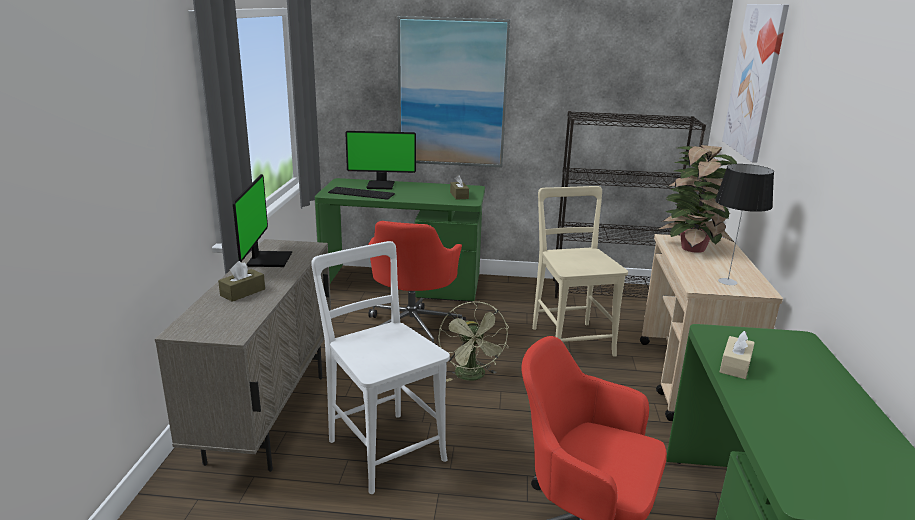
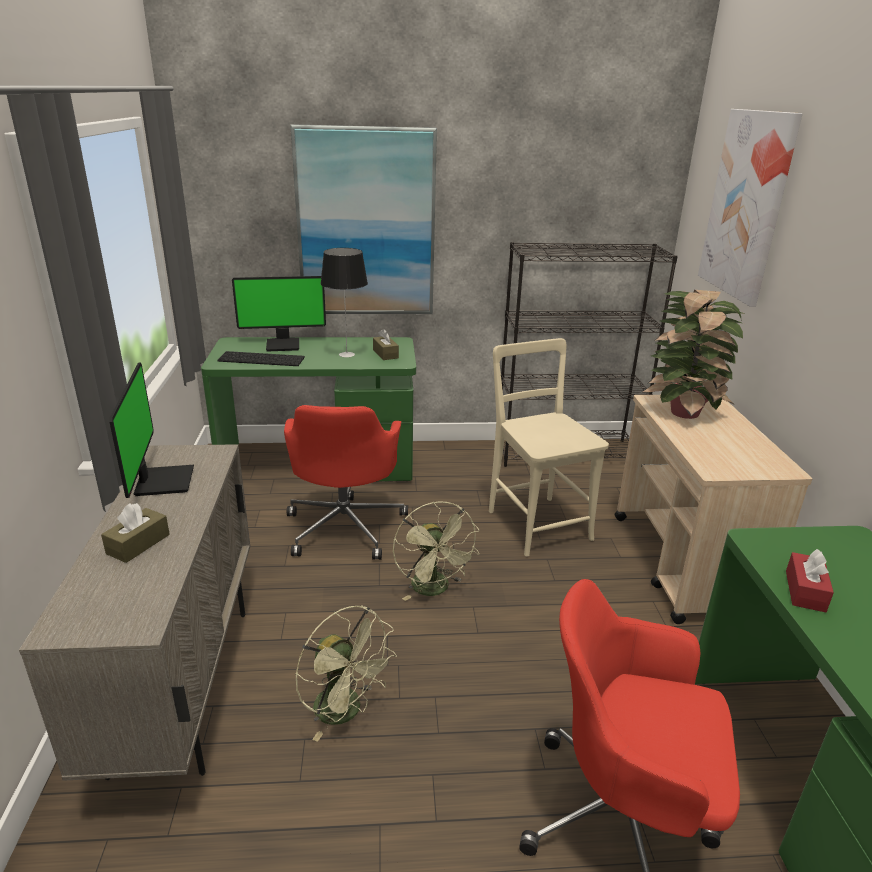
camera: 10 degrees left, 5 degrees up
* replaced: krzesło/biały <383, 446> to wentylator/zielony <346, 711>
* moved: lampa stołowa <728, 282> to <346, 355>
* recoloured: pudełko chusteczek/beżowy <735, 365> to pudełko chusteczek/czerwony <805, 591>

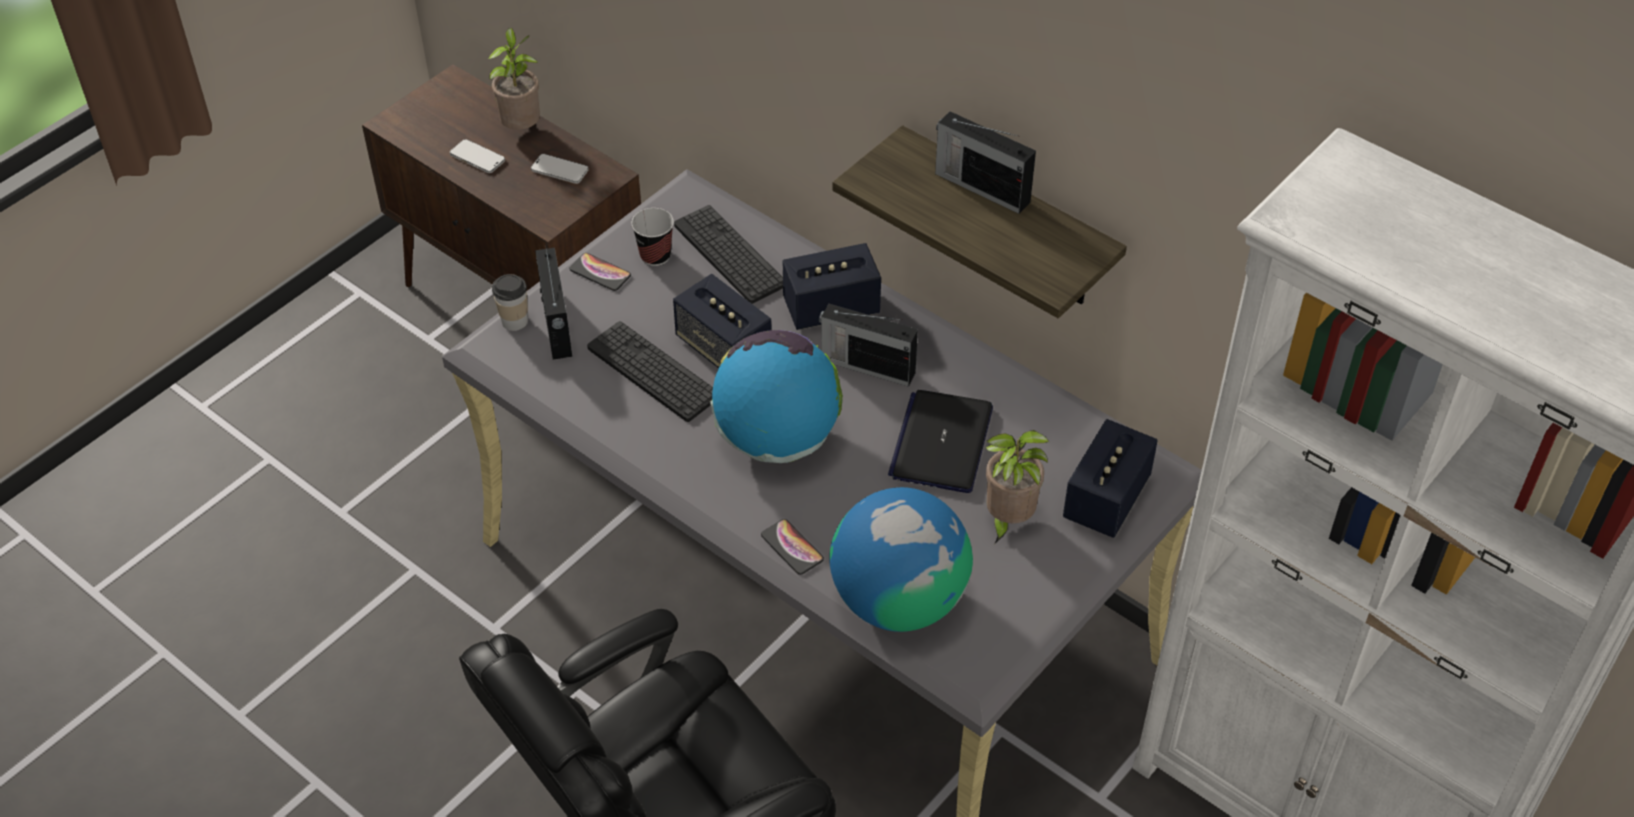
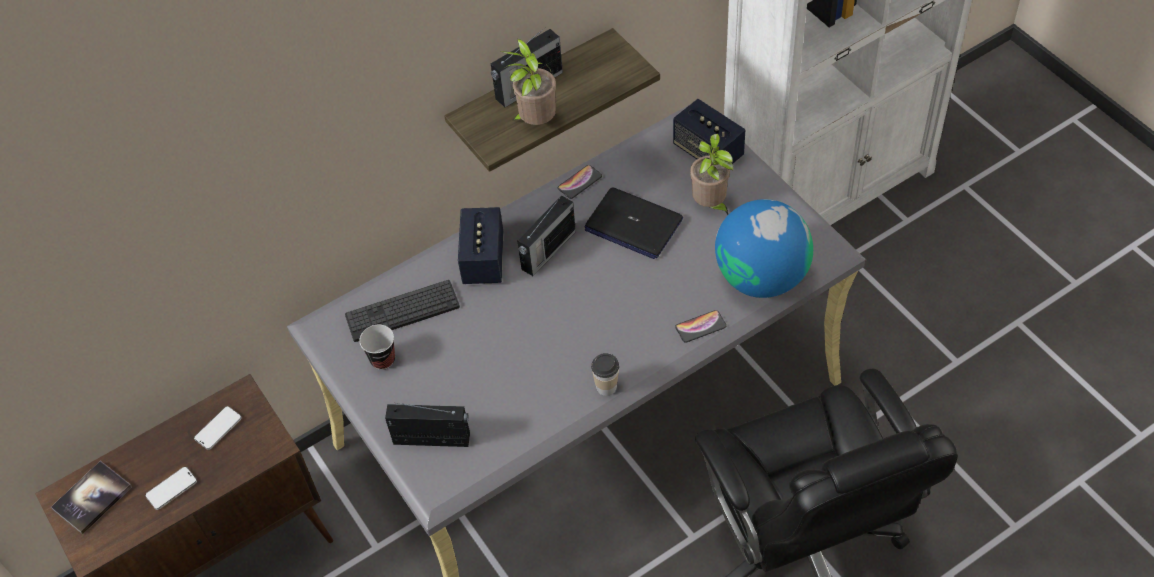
camera: 70 degrees left, 5 degrees up
* added: książka <92, 498>
* moved: roślina doniczkowa <522, 128> to <535, 122>
* moved: telefon <600, 273> to <579, 182>
* moved: filiżanka <514, 321> to <606, 386>
* removed: klawiatura <653, 372>
* removed: głośnik <723, 348>
* removed: globus <777, 438>

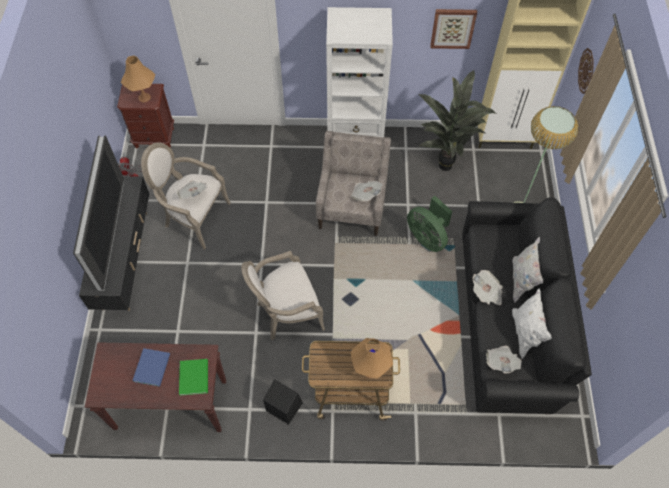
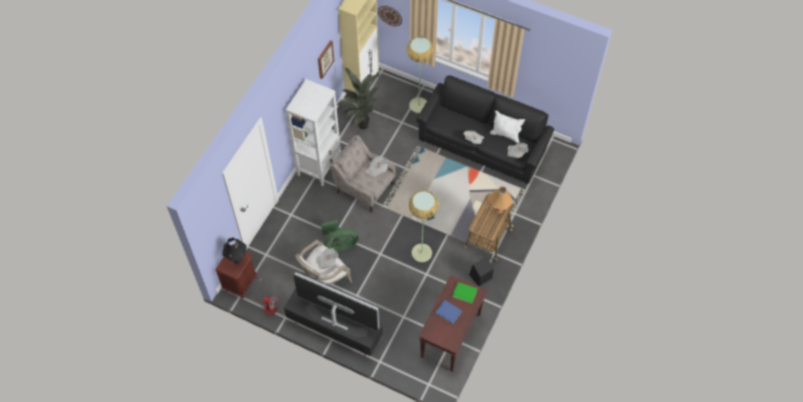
camera: 65 degrees left, 0 degrees up
* recoloured: lampa stołowa/pomarańczowy <144, 97> to lampa stołowa/czarny <237, 259>
* moved: wentylator/zielony <427, 237> to <339, 244>
* replaced: fotel <286, 313> to lampa stojąca <421, 253>
* removed: poduszka/biały <521, 280>

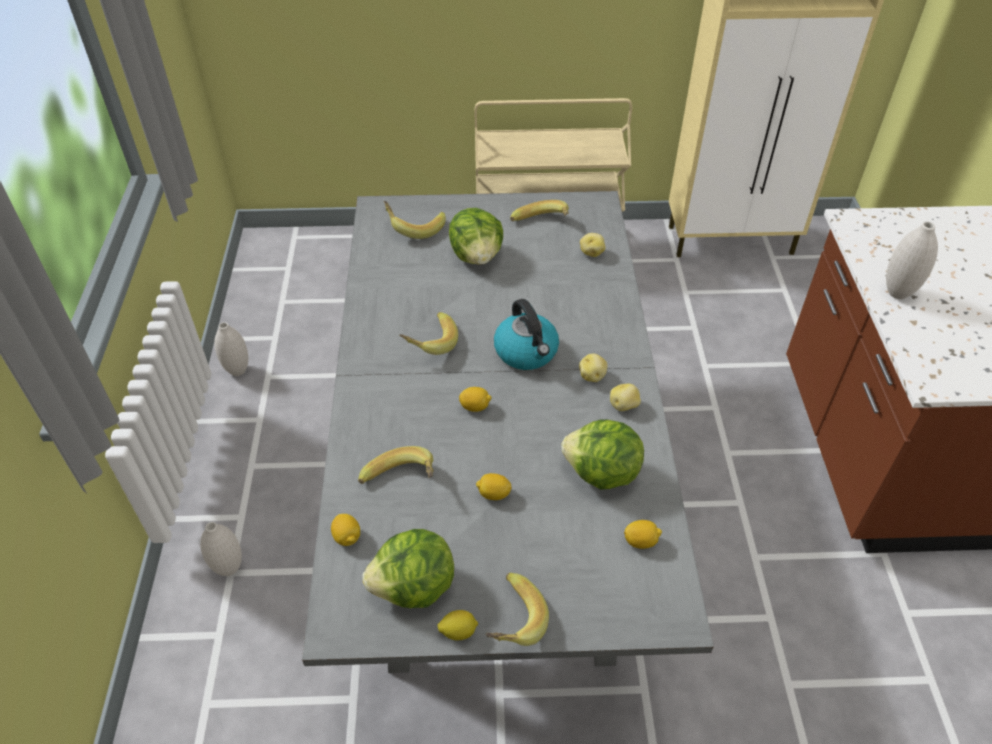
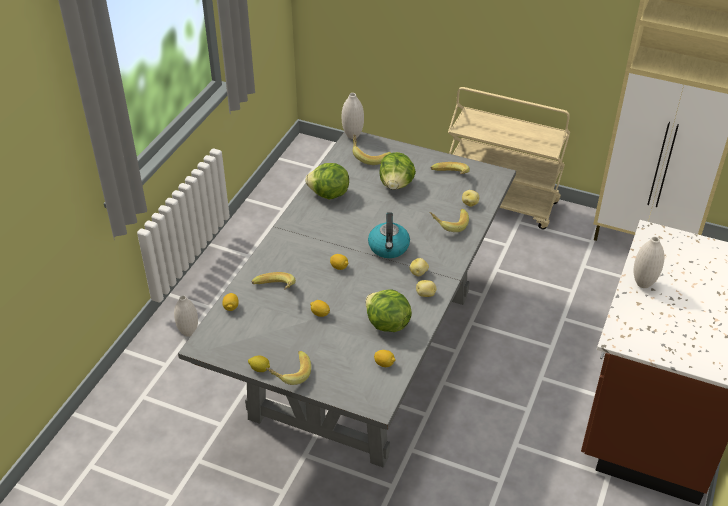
camera: 25 degrees right, 5 degrees down
* moved: sałata <414, 588> to <329, 194>
* moved: wazon/biały <238, 371> to <353, 136>
* moved: banan <429, 343> to <448, 224>

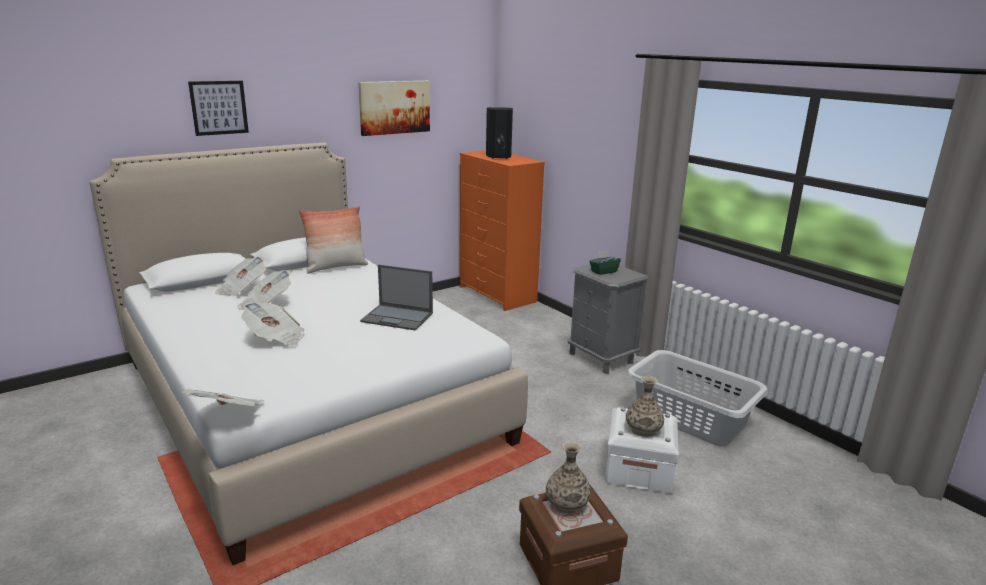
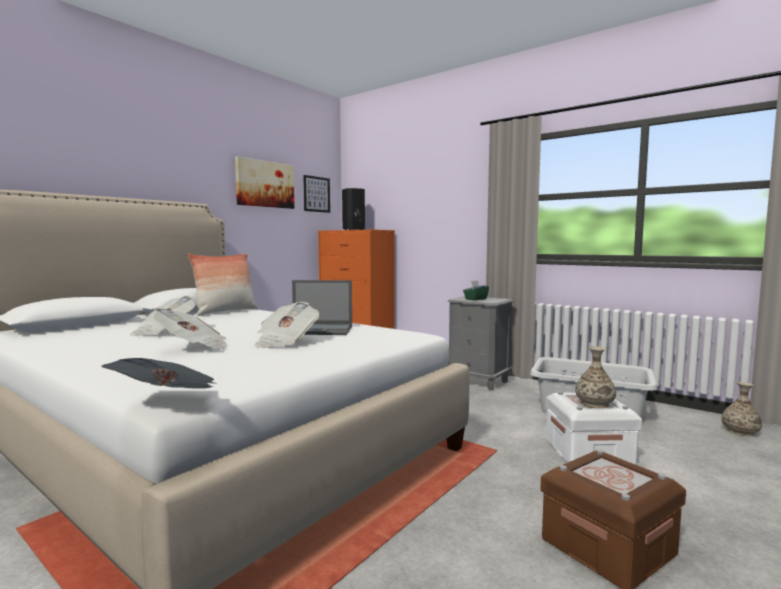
camera: 15 degrees left, 15 degrees down
* moved: gazeta <242, 289> to <285, 342>
* moved: obraz <219, 107> to <316, 194>
* moved: wazon <567, 503> to <740, 431>

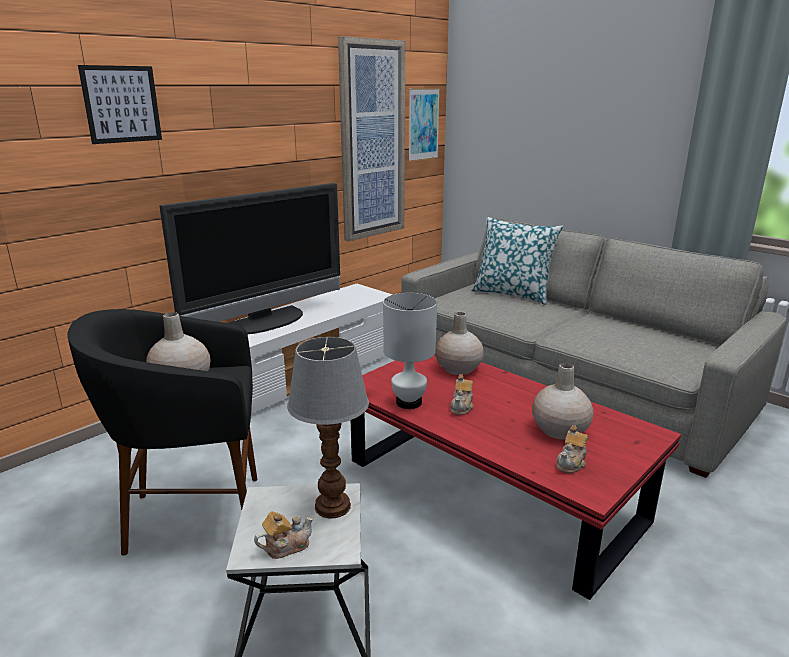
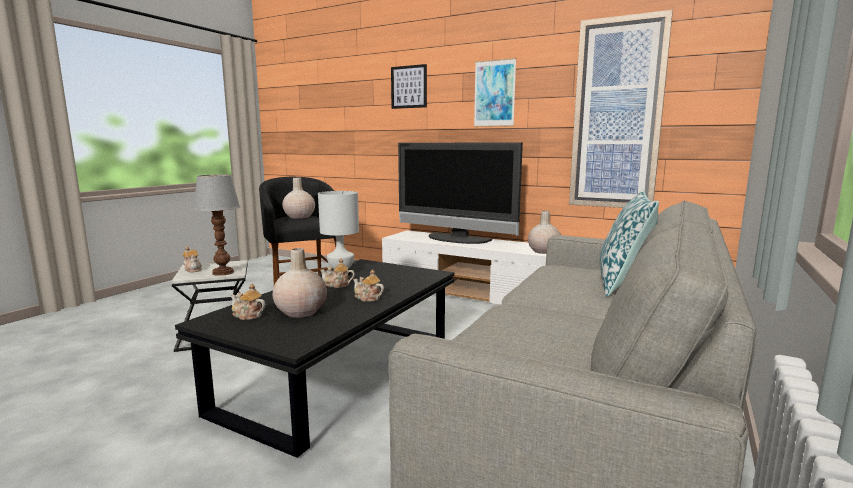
camera: 75 degrees right, 10 degrees down
* recoloured: ława/czerwony <491, 492> to ława/czarny <340, 374>
* added: imbryk <367, 298>
* moved: obraz <423, 124> to <494, 93>
* moved: wazon/beżowy <458, 369> to <543, 251>

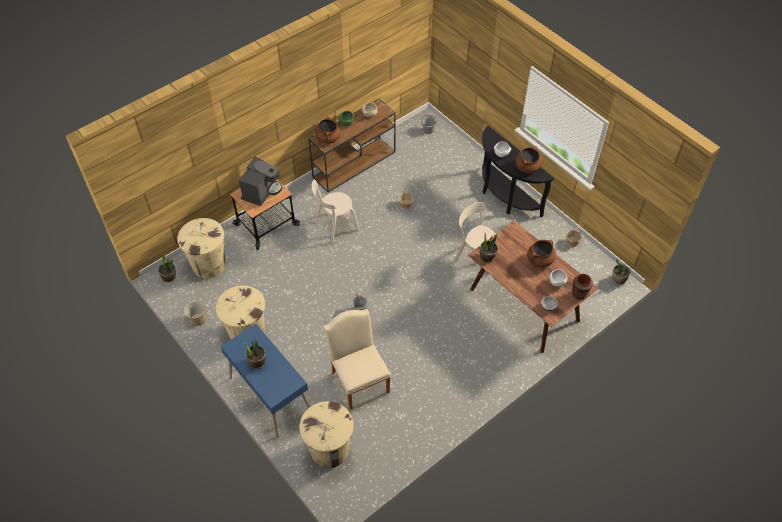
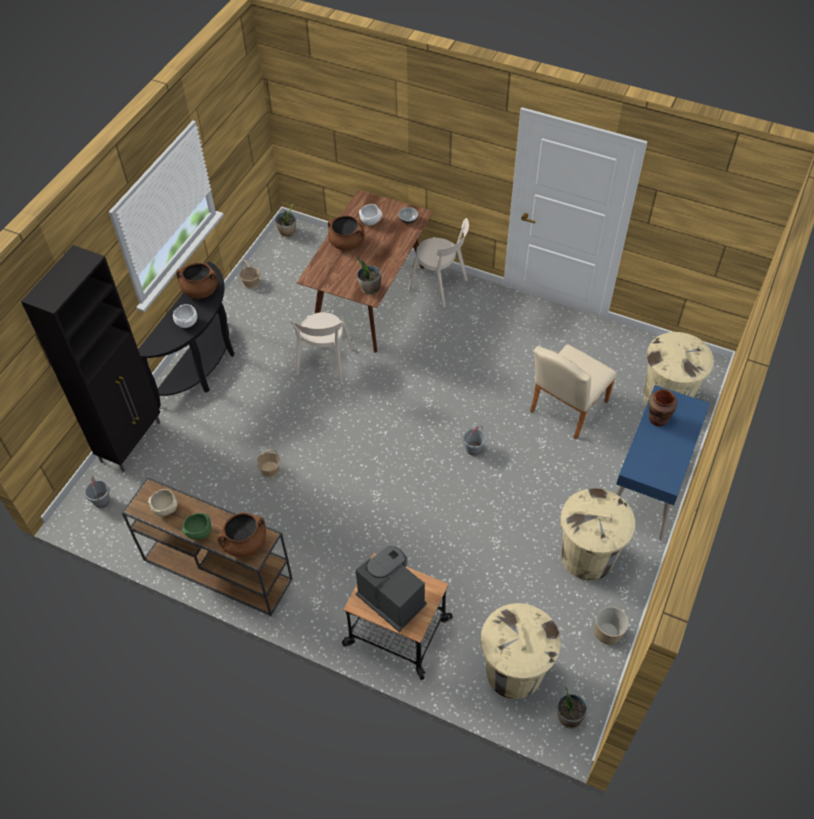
camera: 115 degrees left, 0 degrees up
* added: szafka/czarny <132, 441>
* turned: ekspres do kawy <261, 191> = <391, 598> 45 degrees clockwise
* moved: krzesło/beżowy <335, 227> to <440, 286>
* moved: wazon/brązowy <579, 294> to <657, 419>
* removed: roślina doniczkowa <257, 362>

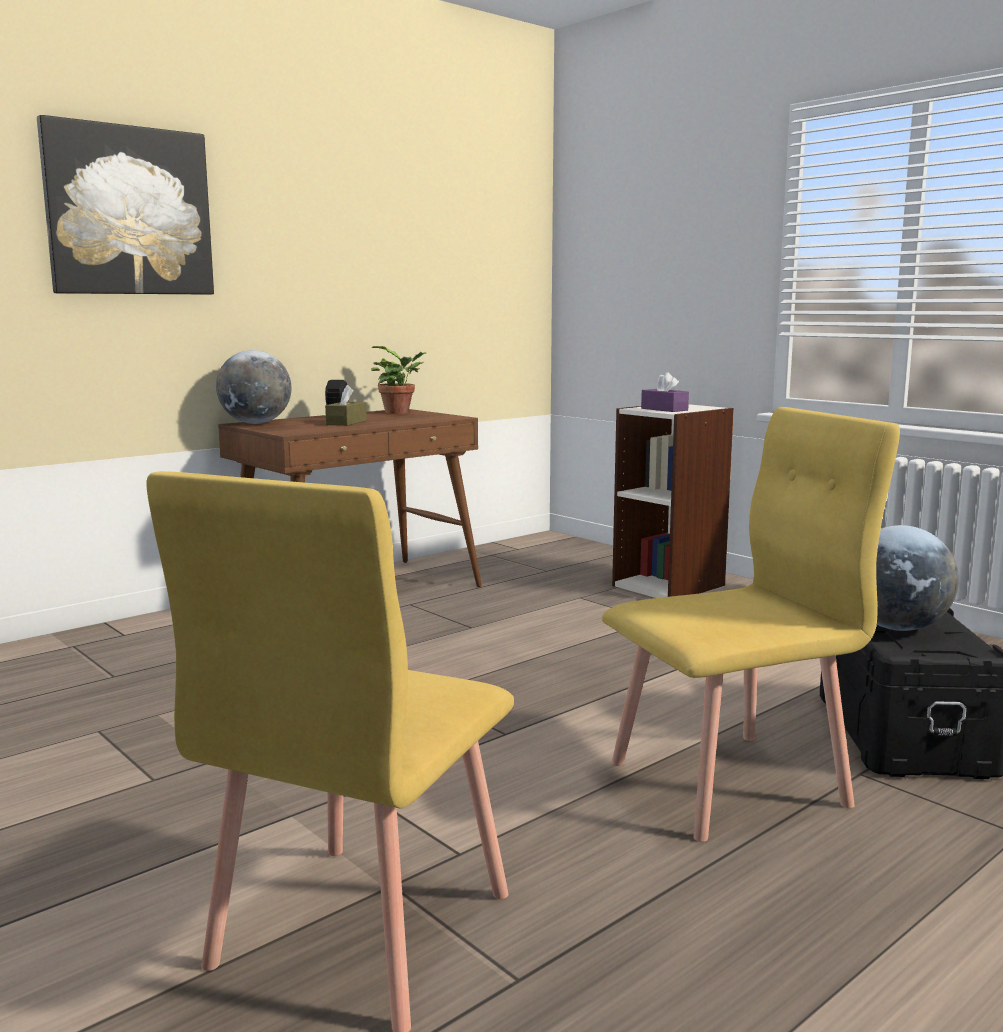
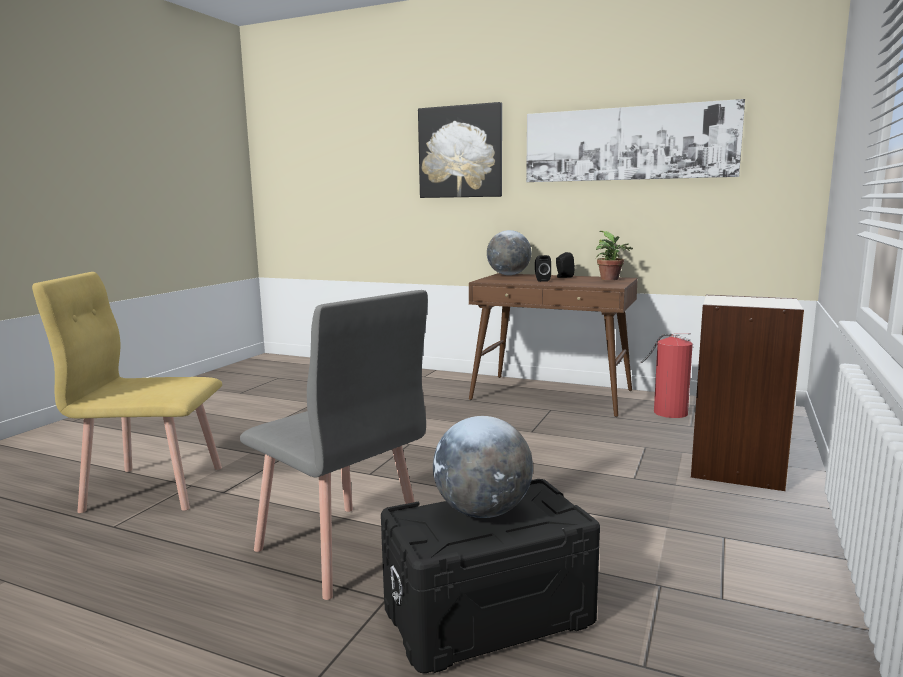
camera: 65 degrees right, 0 degrees up
* recoloured: krzesło/żółty <731, 783> to krzesło/szary <339, 549>
* added: obraz <628, 144>
* replaced: pudełko chusteczek/brązowy <346, 422> to głośnik/czarny <541, 280>
* added: gaśnica <669, 412>
* removed: pudełko chusteczek/fioletowy <664, 409>

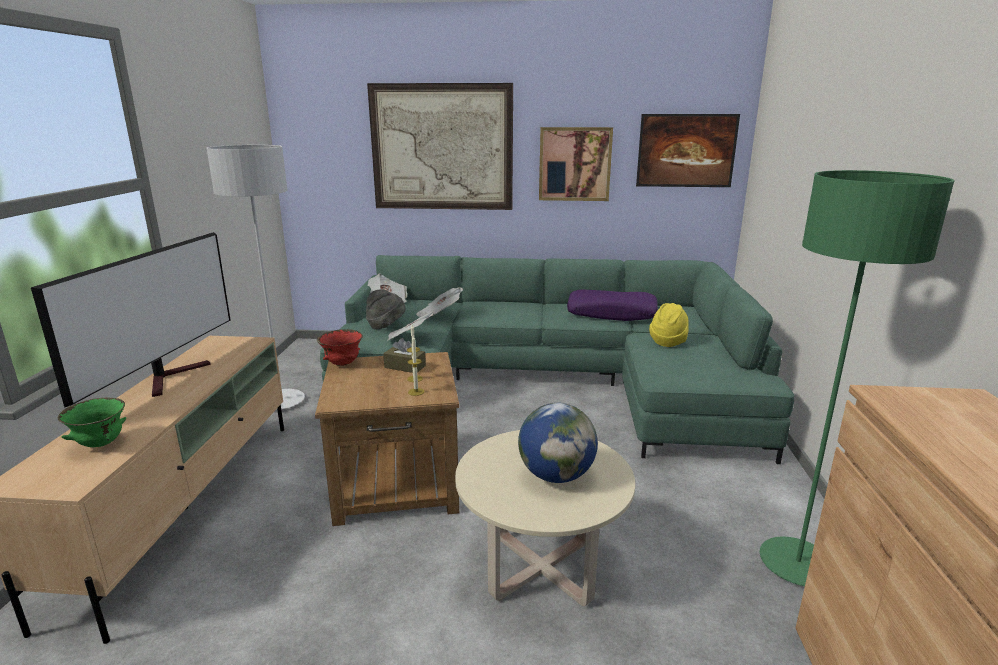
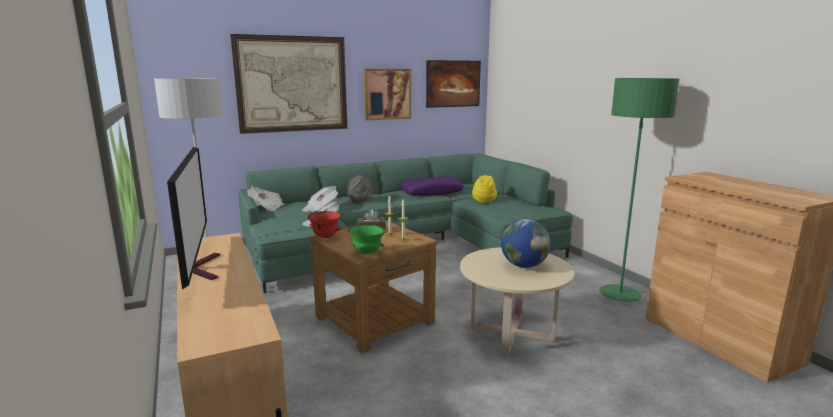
camera: 30 degrees left, 5 degrees down
* moved: kapelusz/szary <386, 326> to <360, 200>
* moved: miska/zielony <100, 444> to <367, 253>

